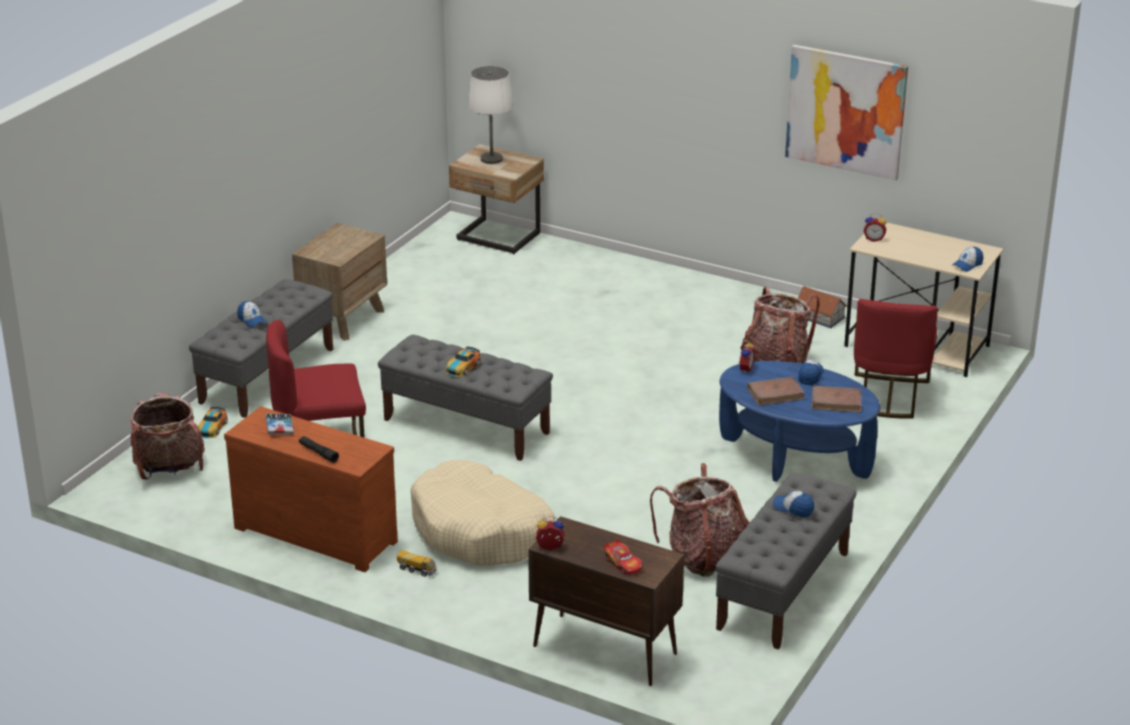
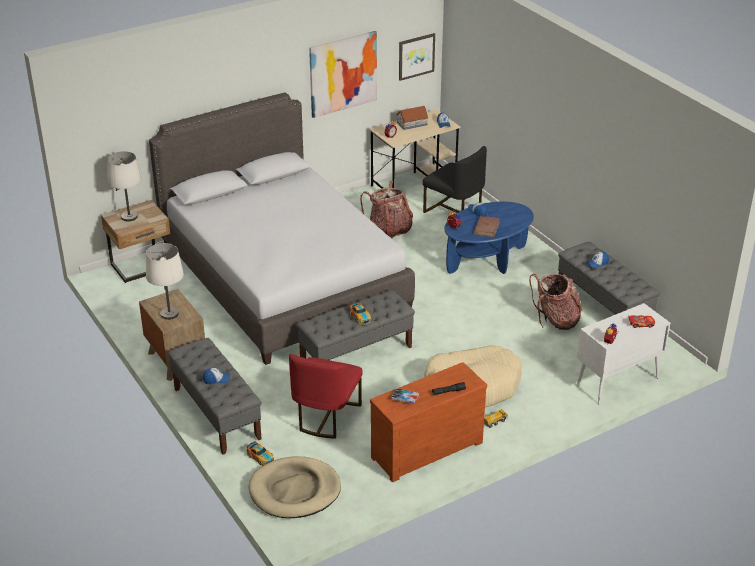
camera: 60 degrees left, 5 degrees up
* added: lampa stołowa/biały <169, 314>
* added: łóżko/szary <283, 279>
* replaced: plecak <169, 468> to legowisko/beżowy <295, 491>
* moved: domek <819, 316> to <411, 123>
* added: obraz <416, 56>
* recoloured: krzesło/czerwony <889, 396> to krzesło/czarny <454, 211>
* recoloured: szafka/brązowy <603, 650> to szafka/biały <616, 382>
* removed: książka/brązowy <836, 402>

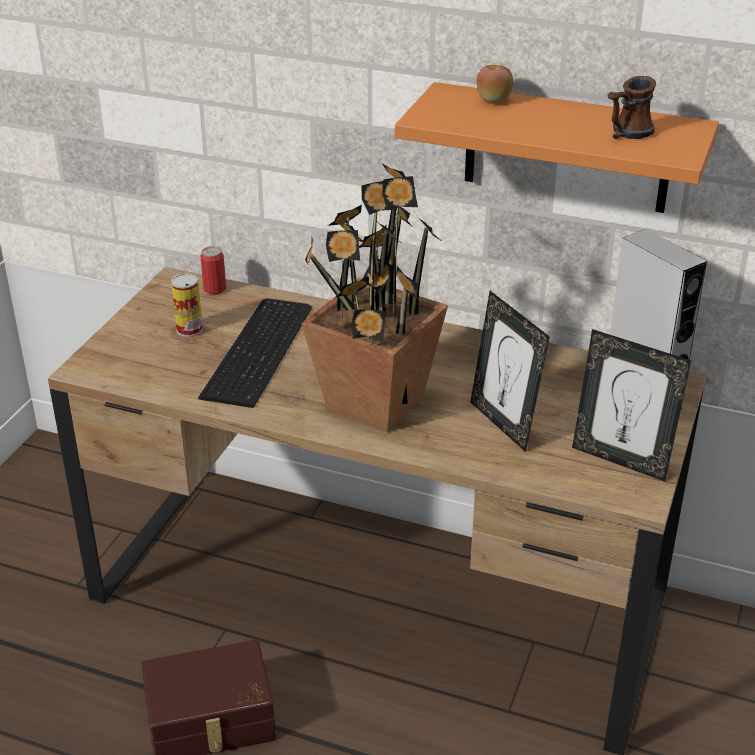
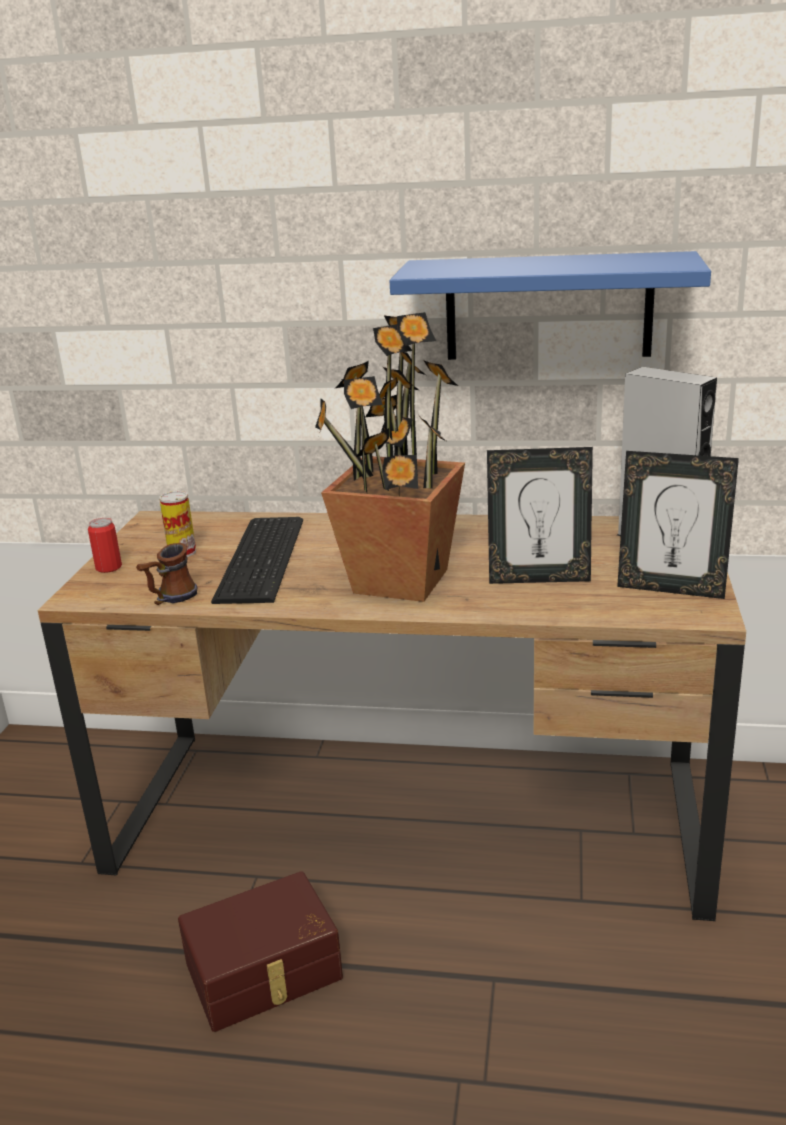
camera: 10 degrees left, 10 degrees down
* moved: puszka <215, 289> to <109, 567>
* moved: kubek <625, 134> to <170, 599>
* recoloured: półka/pomarańczowy <566, 149> to półka/niebieski <548, 307>
* turned: ramka na zdjęcie <503, 424> = <539, 578> 45 degrees counterclockwise
* removed: jabłko <493, 101>

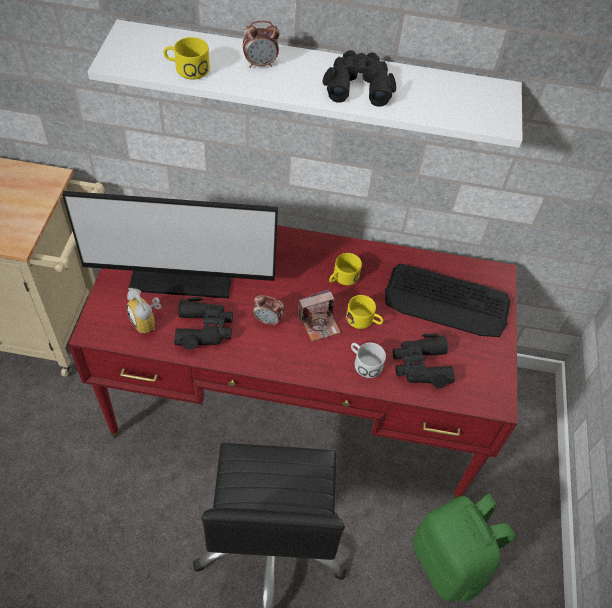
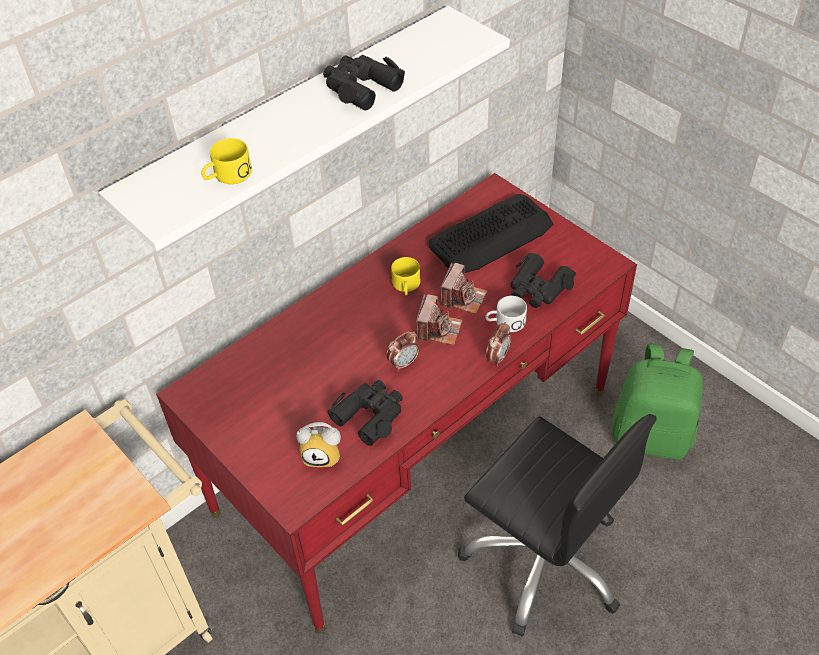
camera: 45 degrees left, 5 degrees down
* replaced: kubek/żółty <364, 320> to aparat fotograficzny <463, 298>
* moved: budzik <260, 64> to <497, 357>
* removed: monitor <182, 273>

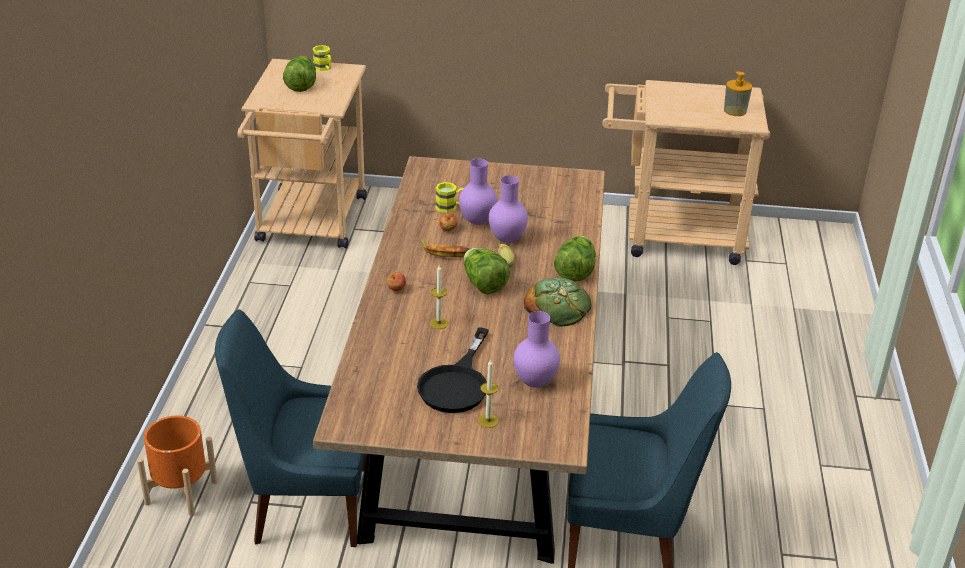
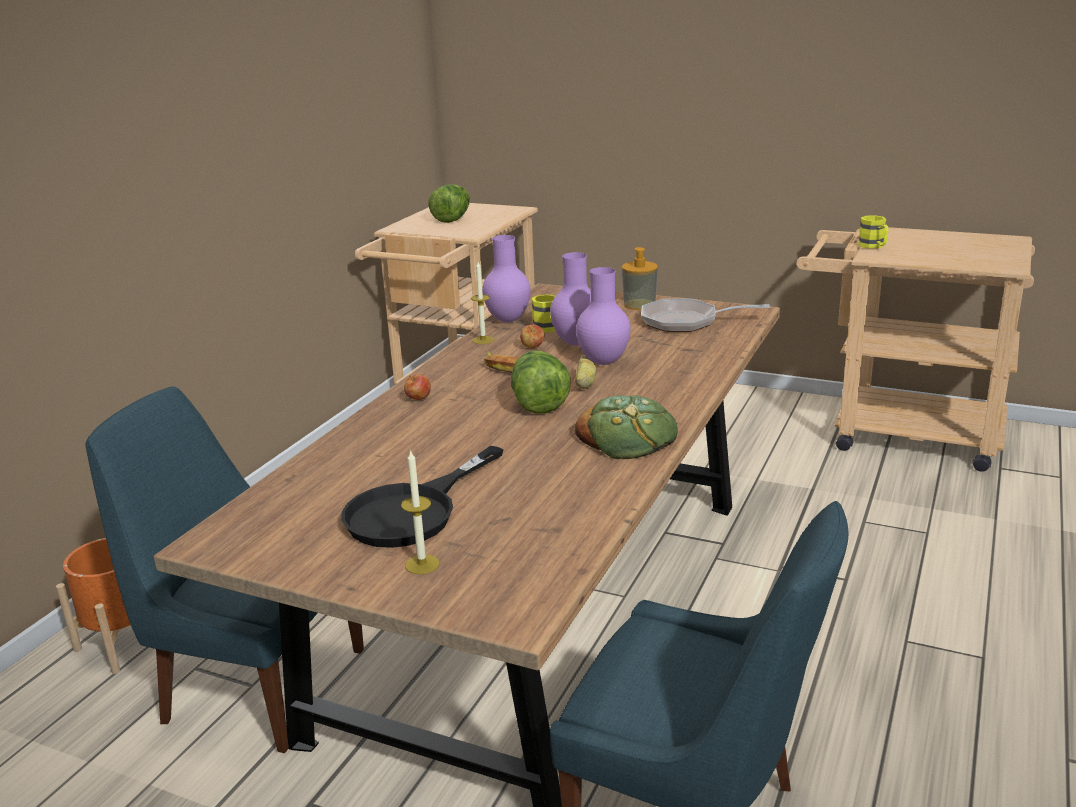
camera: 20 degrees right, 10 degrees down
* moved: świeca <438, 323> to <483, 340>
* moved: wazon/fioletowy <535, 383> to <507, 320>
* moved: dozownik mydła <735, 111> to <639, 304>
* added: patelnia <686, 322>
* moved: kubek/żółty <324, 68> to <874, 246>
* removed: sałata <575, 272>

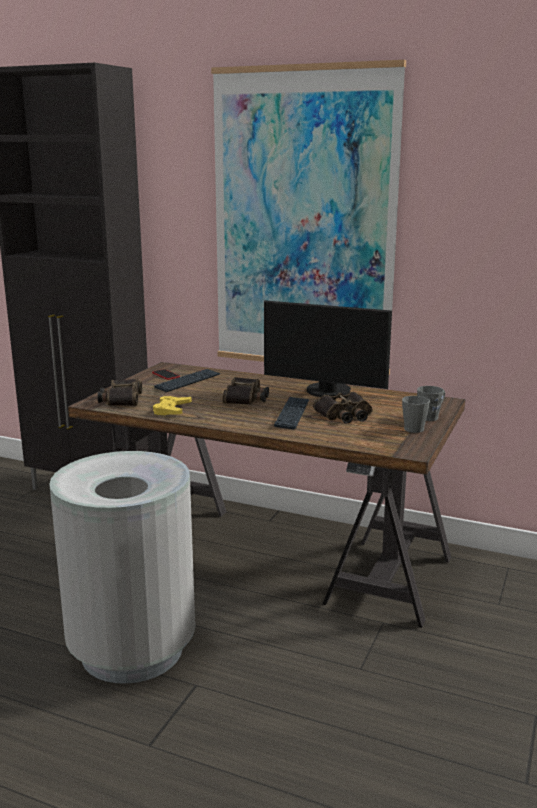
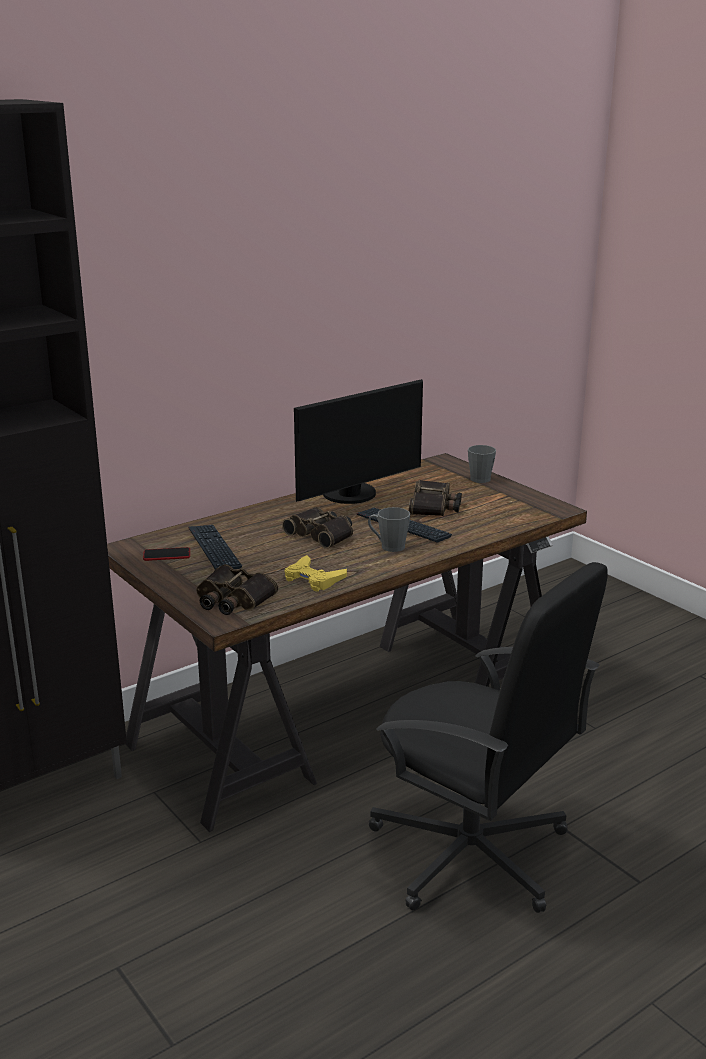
camera: 60 degrees left, 5 degrees up
* moved: kubek/szary <412, 427> to <388, 546>
* replaced: kosz na śmieci/szary <131, 650> to krzesło biurowe/czarny <472, 854>
* removed: obraz <303, 223>

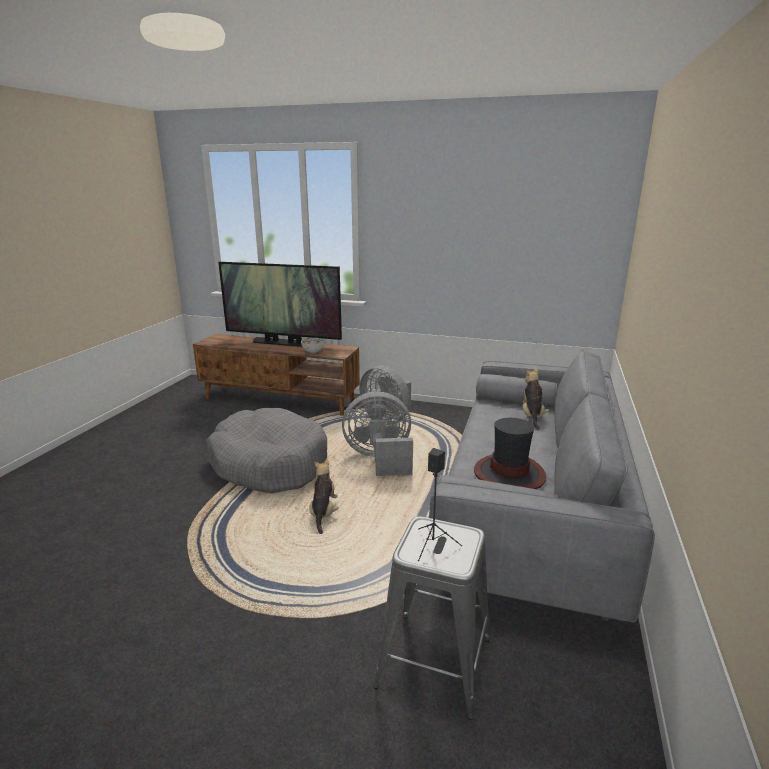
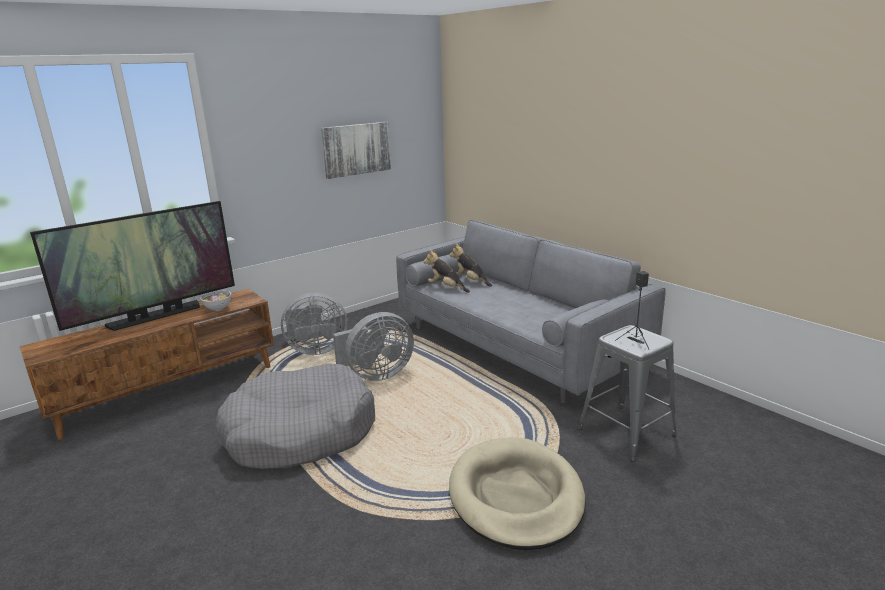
camera: 55 degrees left, 0 degrees up
* added: obraz <356, 149>
* turned: wentylator/szary <380, 459> = <376, 375> 150 degrees counterclockwise
* moved: pluszak <323, 513> to <446, 288>
* added: legowisko/beżowy <515, 496>
* removed: kapelusz <509, 474>

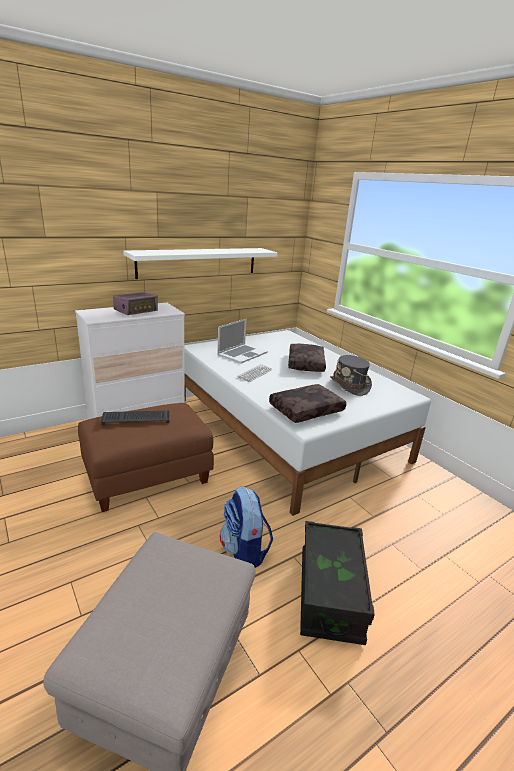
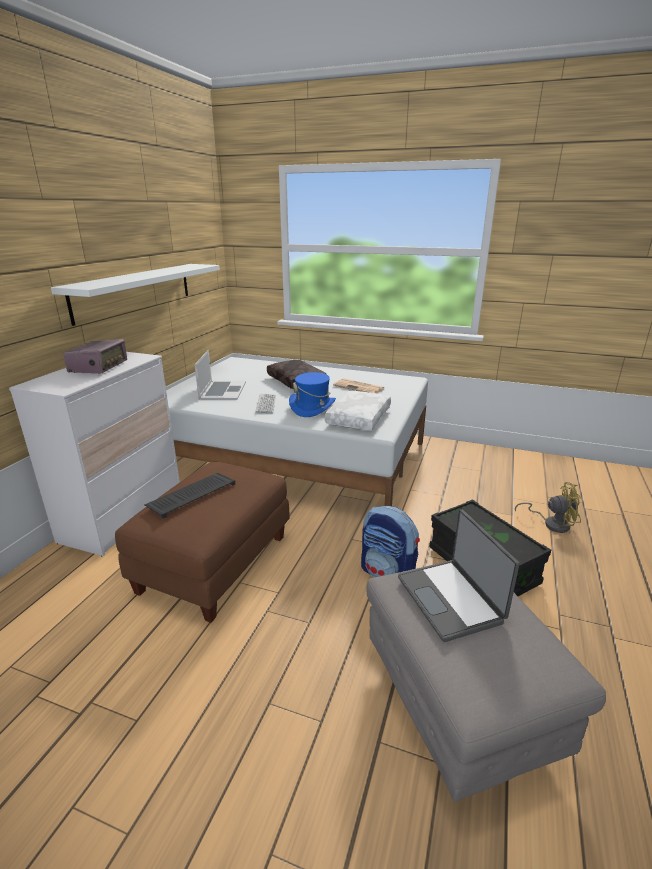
camera: 35 degrees left, 0 degrees up
* added: kapelusz/niebieski <312, 407>
* recoloured: poduszka/brązowy <306, 409> to poduszka/biały <358, 418>
* replaced: kapelusz/szary <349, 385> to gazeta <359, 387>
* added: laptop <451, 599>
* added: wentylator/żółty <551, 523>

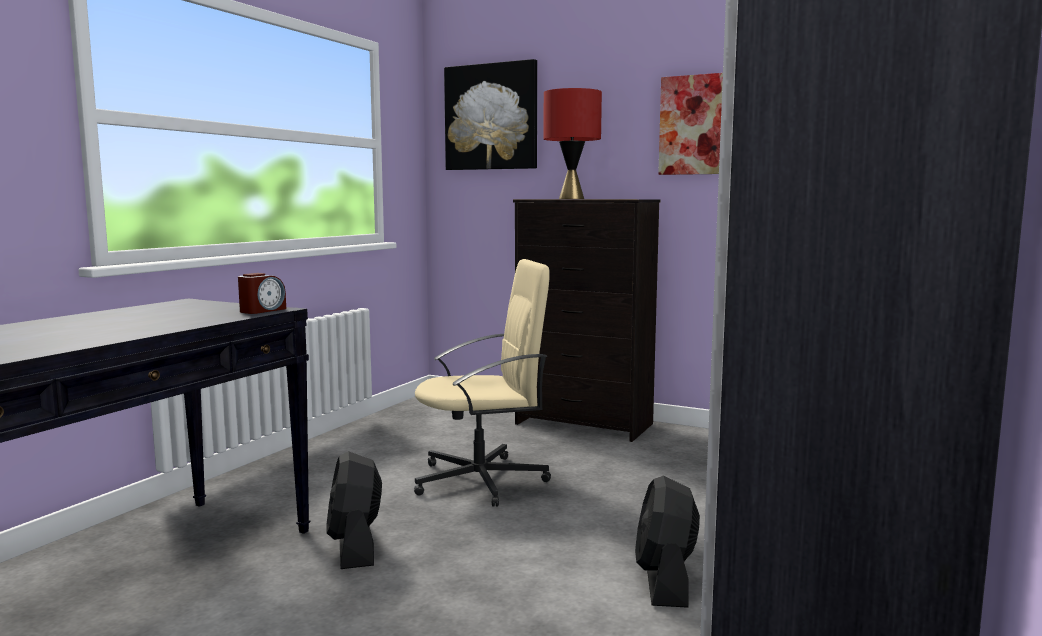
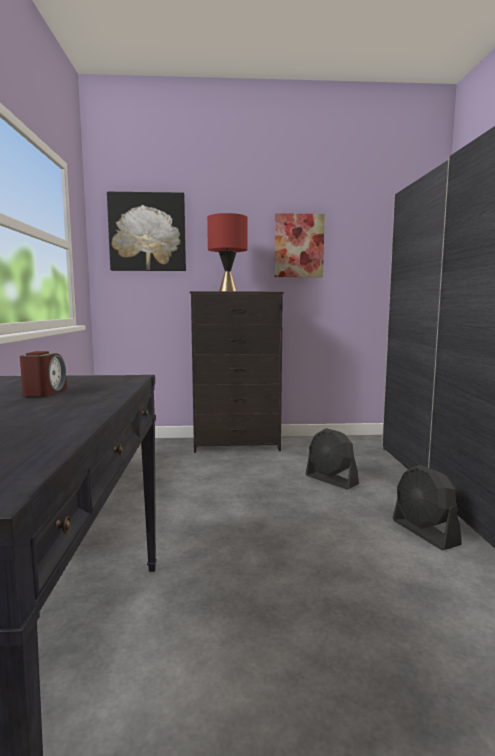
camera: 30 degrees left, 0 degrees up
* moved: budzik <262, 310> to <45, 392>
* moved: wentylator/czarny <355, 547> to <331, 480>
* removed: krzesło biurowe/beżowy <482, 480>

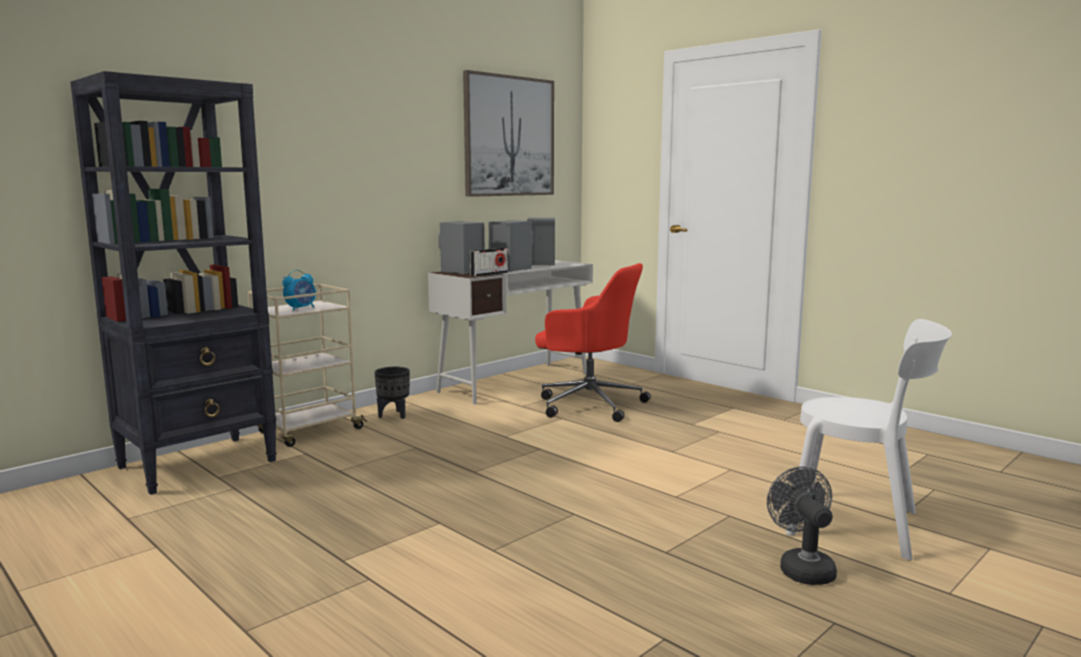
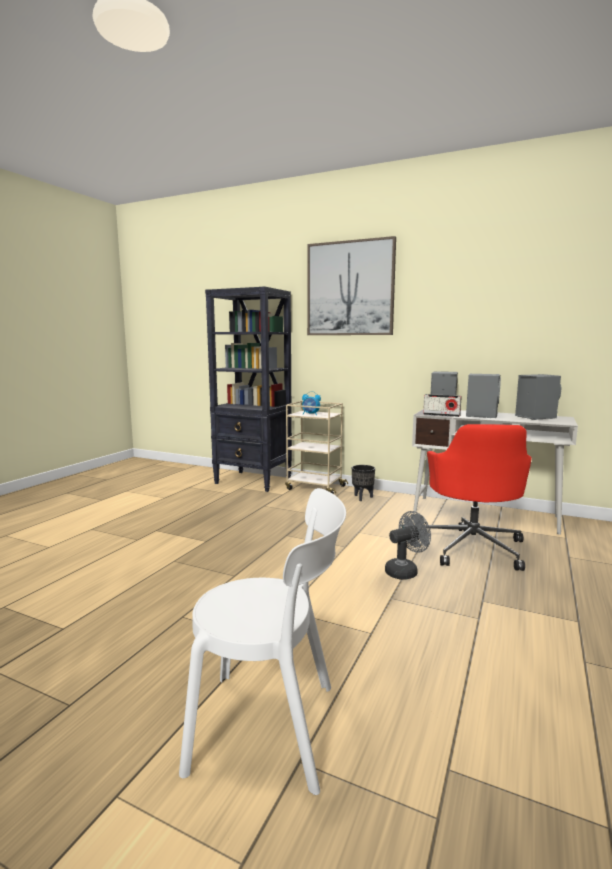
camera: 70 degrees right, 0 degrees up
* turned: krzesło/biały <861, 524> = <272, 728> 90 degrees counterclockwise
* moved: obraz <509, 136> to <350, 288>
* moved: wentylator/szary <802, 568> to <405, 571>

